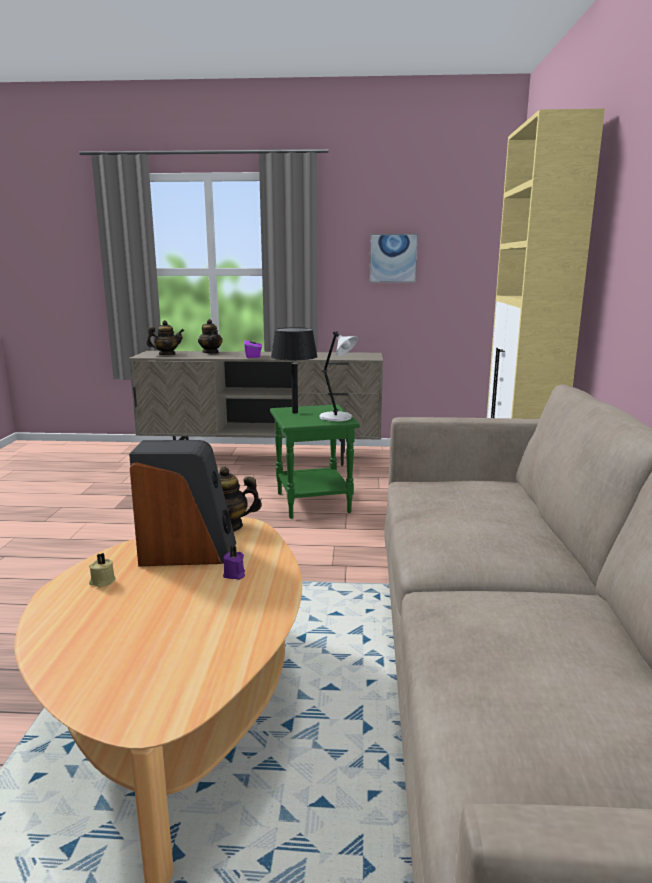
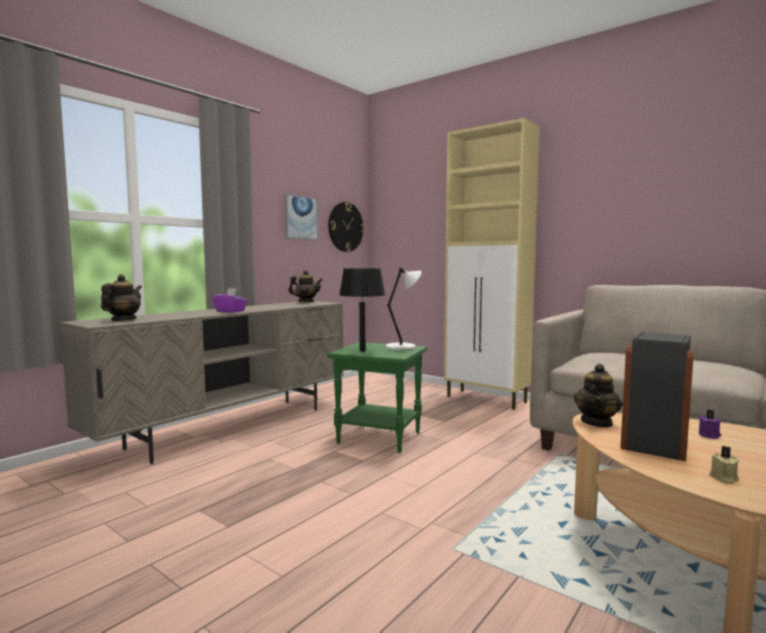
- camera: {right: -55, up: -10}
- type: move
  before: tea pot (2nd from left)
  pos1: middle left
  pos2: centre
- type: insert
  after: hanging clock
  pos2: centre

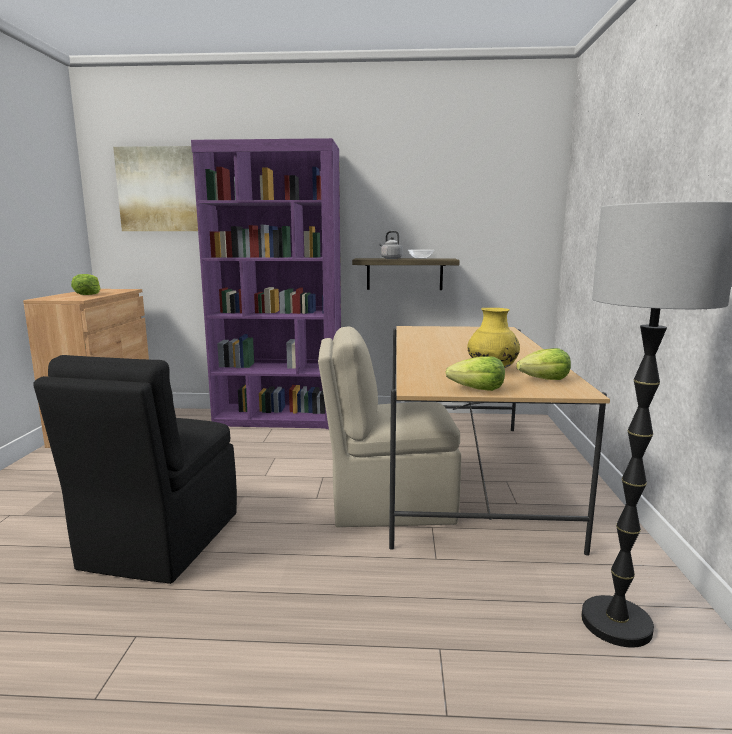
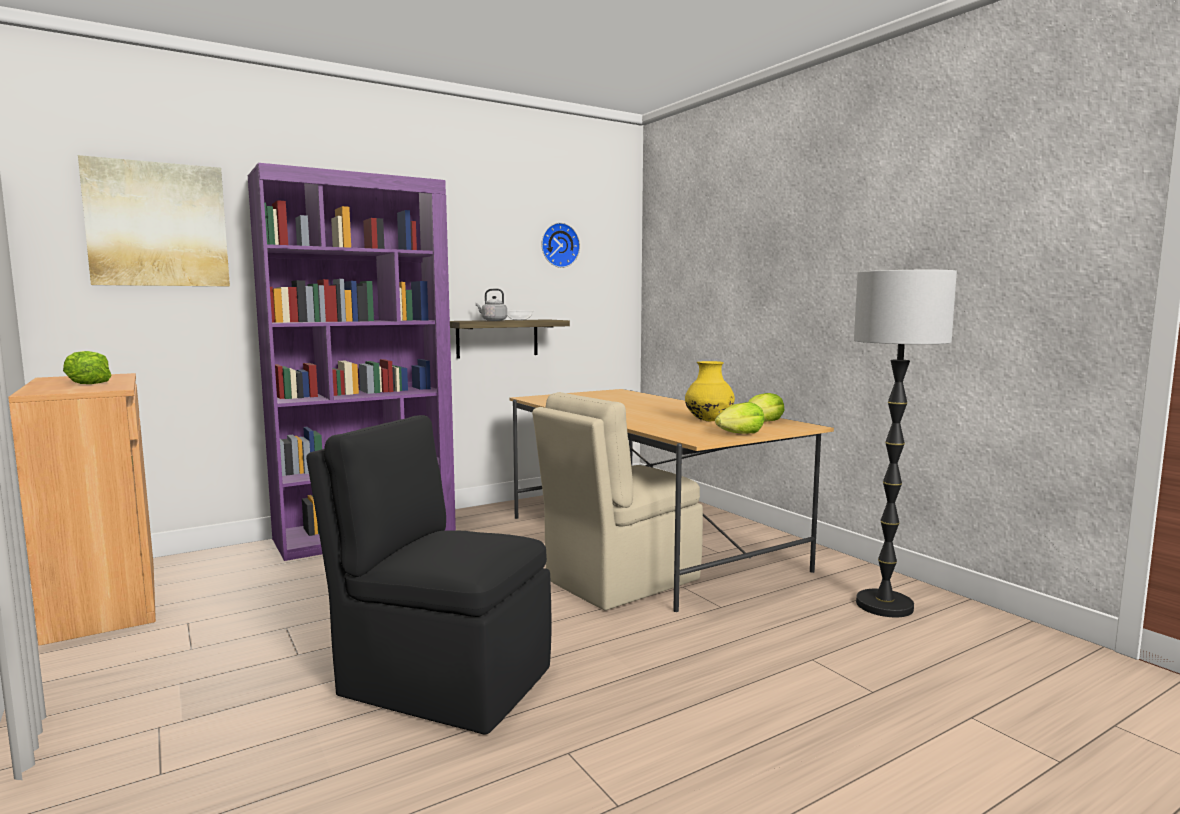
- camera: {right: -35, up: -5}
- type: rotate
  before: blackish plain chair
  pos1: middle left
  pos2: bottom centre
  turn: 135
- type: insert
  after: hanging clock
  pos2: top centre

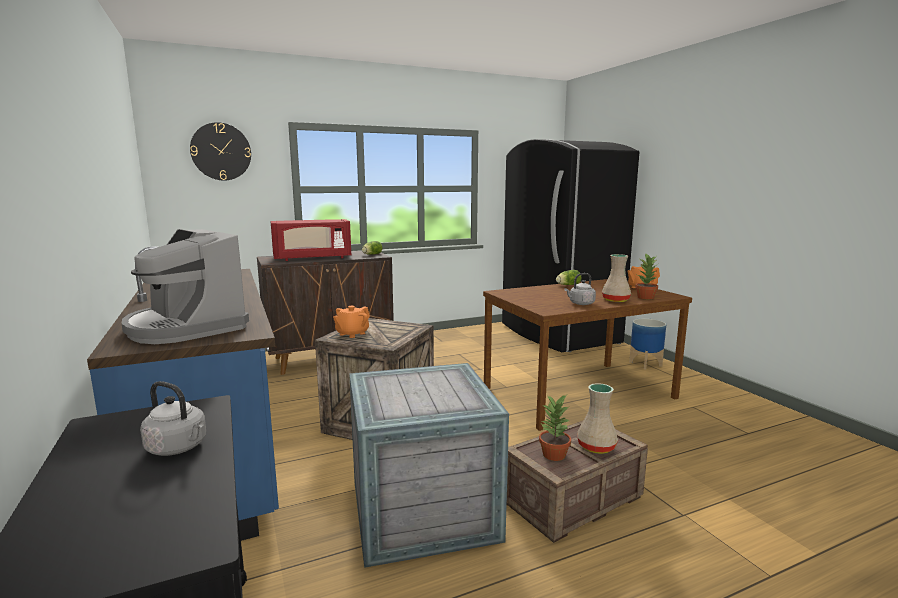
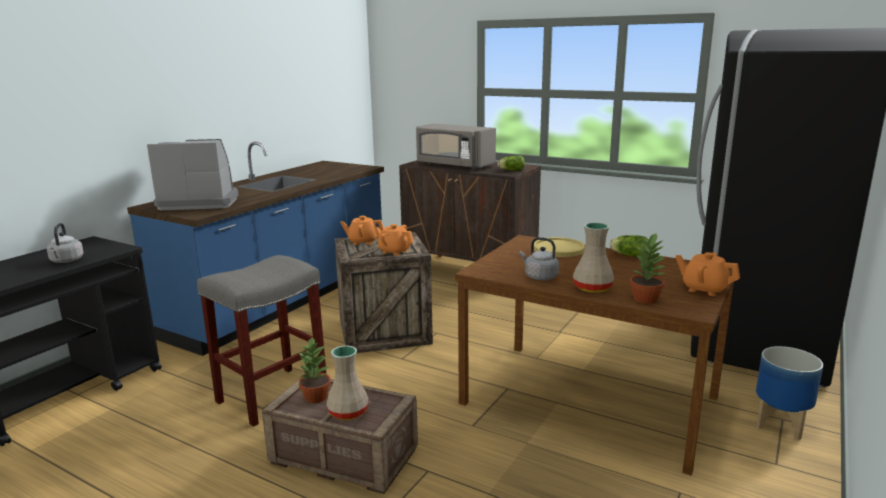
- camera: {right: 55, up: 5}
- type: delete
  before: hanging clock
  pos1: top left
- type: recolor
  before: red-coloured microwave oven
  after: grey microwave oven
  pos1: centre
  pos2: top centre
- type: rotate
  before: coffee machine
  pos1: middle left
  pos2: middle left
  turn: 75
- type: replace
  before: shipping crate (2nd from left)
  after: grey stool
  pos1: bottom centre
  pos2: bottom left
- type: insert
  after: orange tea pot (2nd from left)
  pos2: centre
- type: insert
  after: yellowish flat dish
  pos2: centre

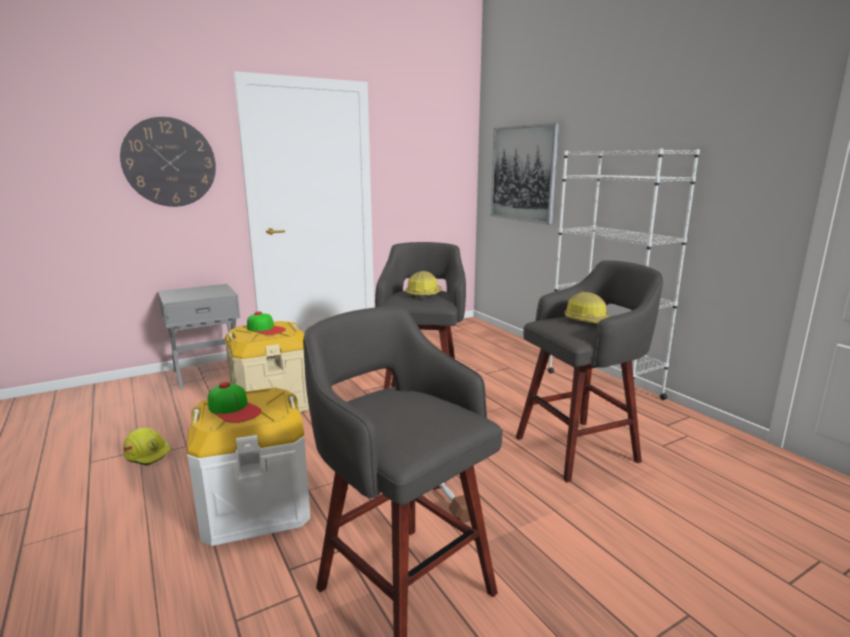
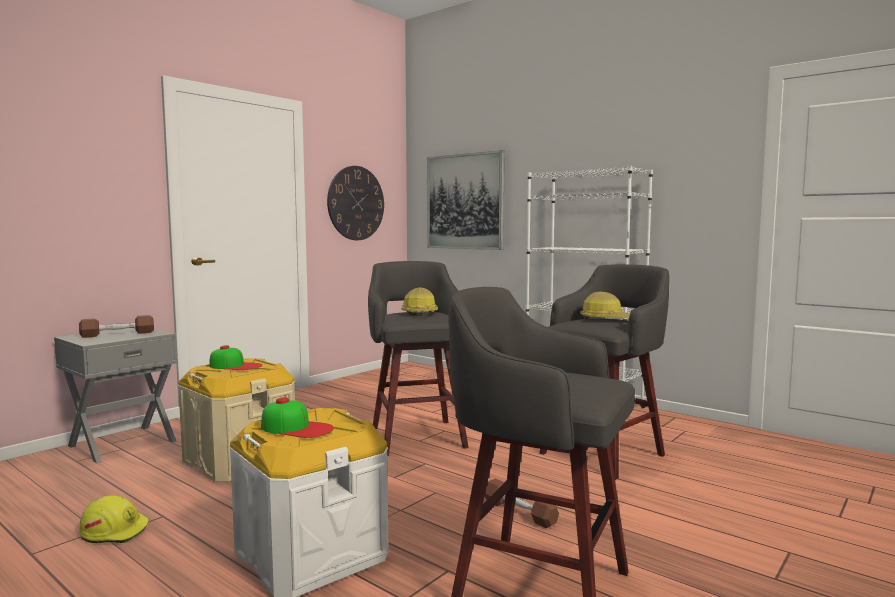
- camera: {right: -20, up: -10}
- type: move
  before: hanging clock
  pos1: top left
  pos2: centre
- type: insert
  after: brown-coloured free weight (1st from left)
  pos2: middle left

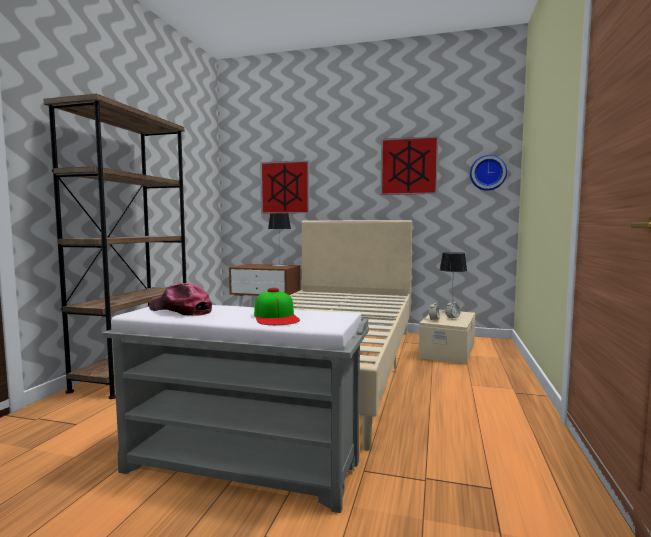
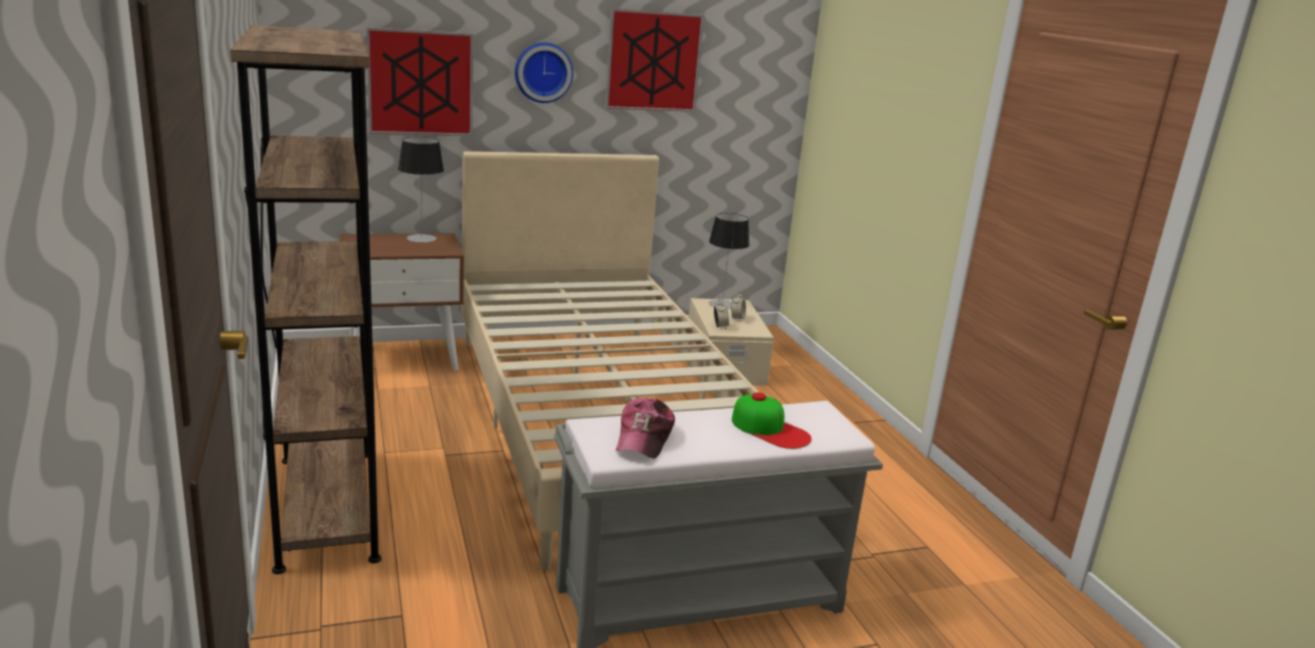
- camera: {right: -35, up: 15}
- type: move
  before: hanging clock
  pos1: top right
  pos2: top centre
- type: rotate
  before: cap (1st from left)
  pos1: middle left
  pos2: centre
  turn: -75

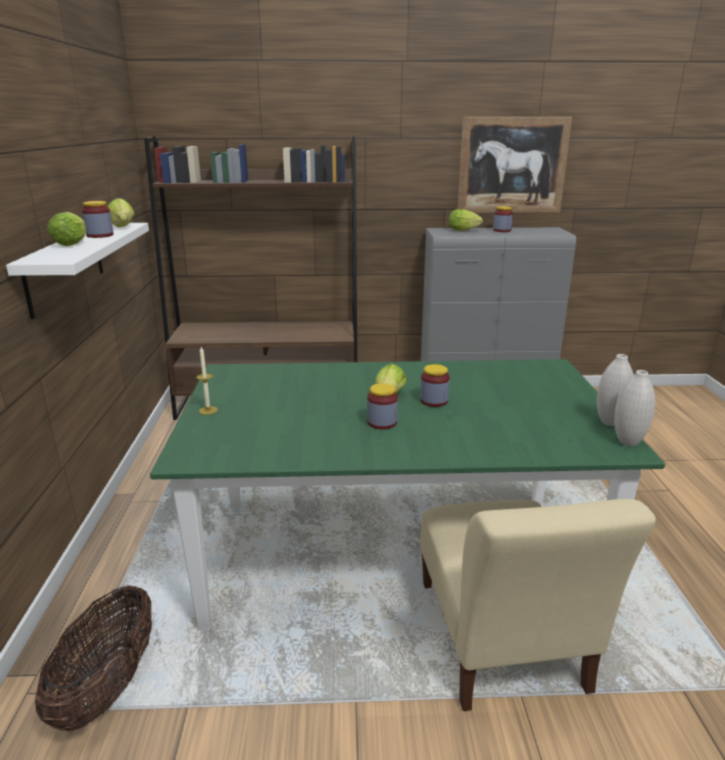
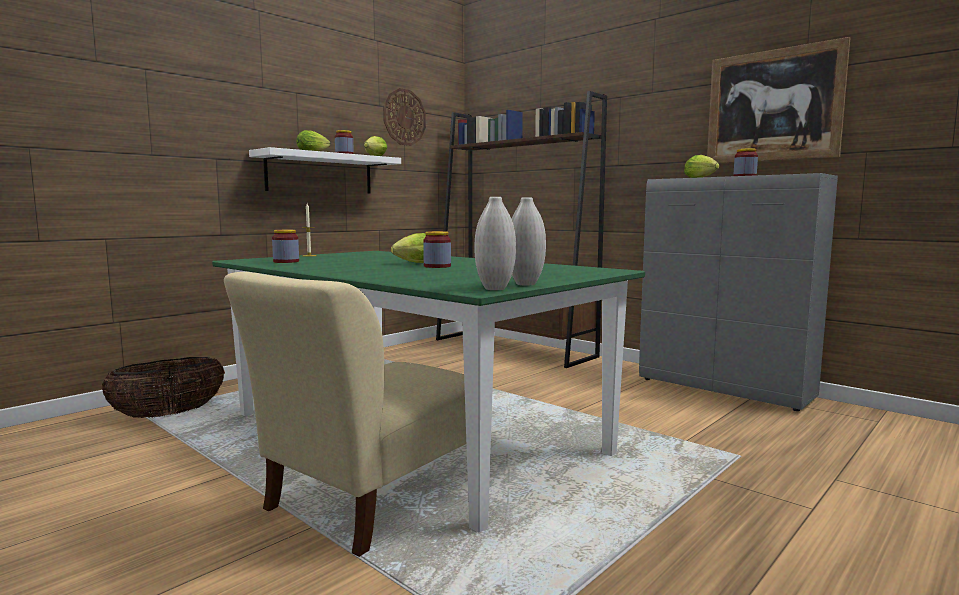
- camera: {right: 45, up: -15}
- type: move
  before: storage jar (2nd from left in the first image)
  after: storage jar (1st from left)
  pos1: centre
  pos2: middle left
- type: insert
  after: hanging clock
  pos2: top centre

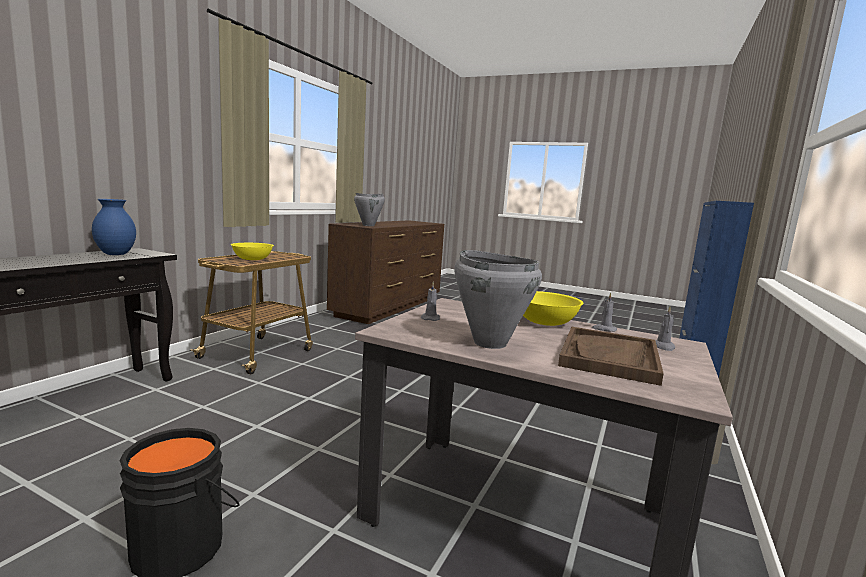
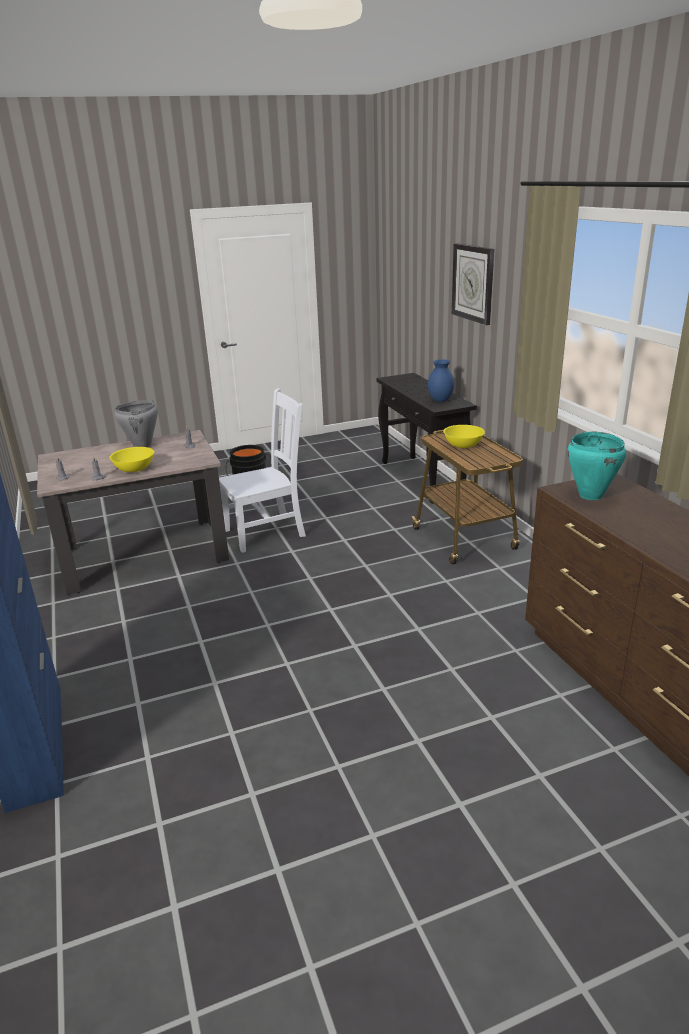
- camera: {right: 135, up: 15}
- type: recolor
  before: grey saucepot (1st from left)
  after: blue-green saucepot
  pos1: centre
  pos2: middle right
- type: delete
  before: brown-coloured tray
  pos1: middle right
- type: insert
  after: hanging clock
  pos2: top right
- type: insert
  after: white-coloured plain chair
  pos2: centre

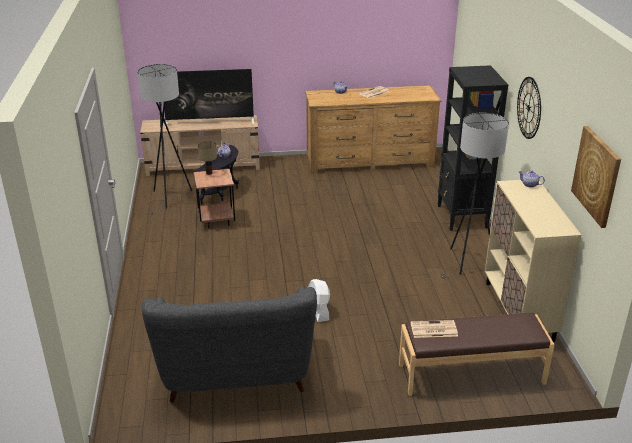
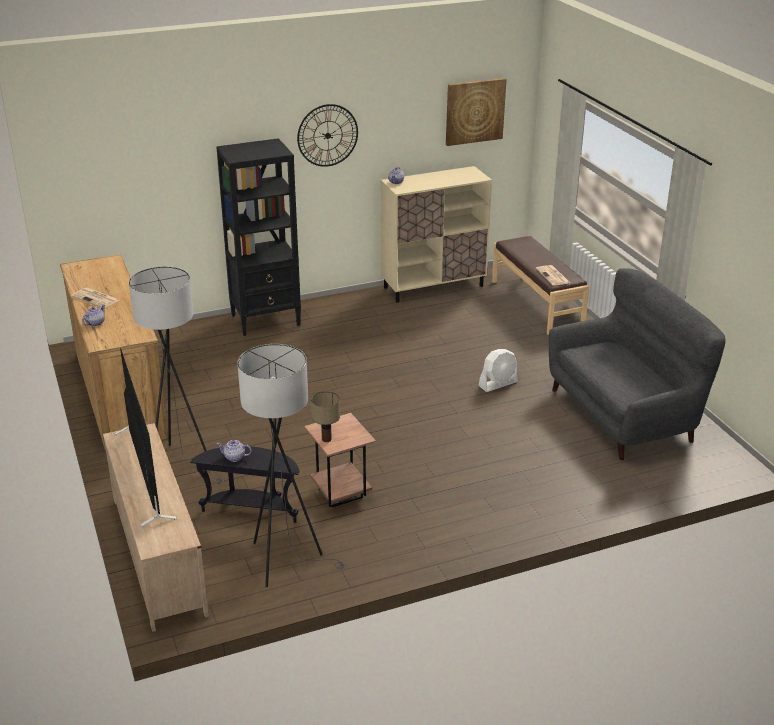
- camera: {right: -105, up: 0}
- type: move
  before: grey standing lamp (2nd from left in the first image)
  after: grey standing lamp (1st from left)
  pos1: middle right
  pos2: middle left

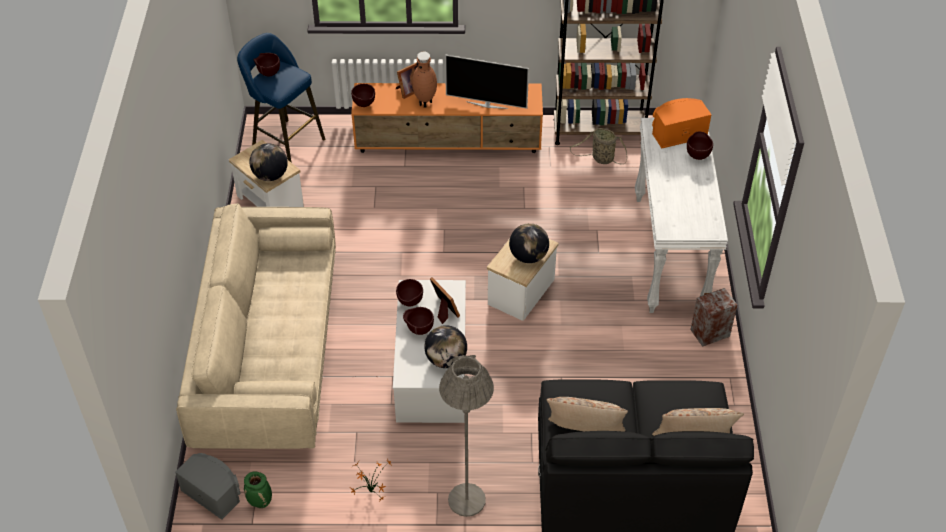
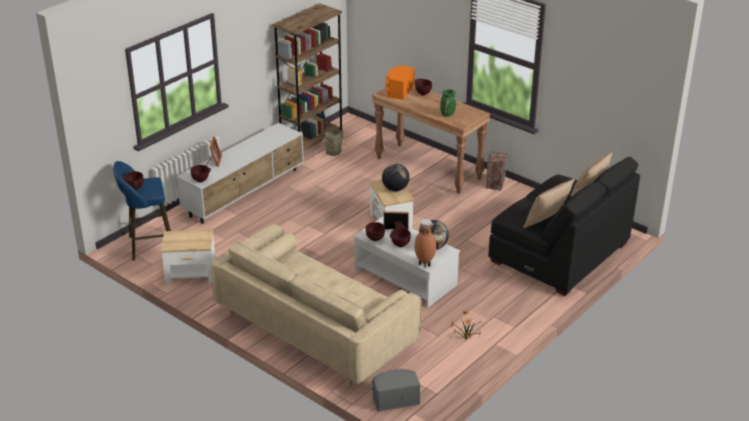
- camera: {right: -50, up: -15}
- type: move
  before: brown-coloured decorative vase
  pos1: top centre
  pos2: centre
- type: delete
  before: TV set
  pos1: top centre
- type: recolor
  before: orange tv unit
  after: white-coloured tv unit
  pos1: top centre
  pos2: middle left
- type: recolor
  before: white-coloured console table
  after: brown-coloured console table
  pos1: middle right
  pos2: top centre
- type: delete
  before: desk globe (1st from left)
  pos1: top left
- type: delete
  before: grey standing lamp
  pos1: bottom centre
- type: move
  before: green decorative vase
  pos1: bottom left
  pos2: top centre

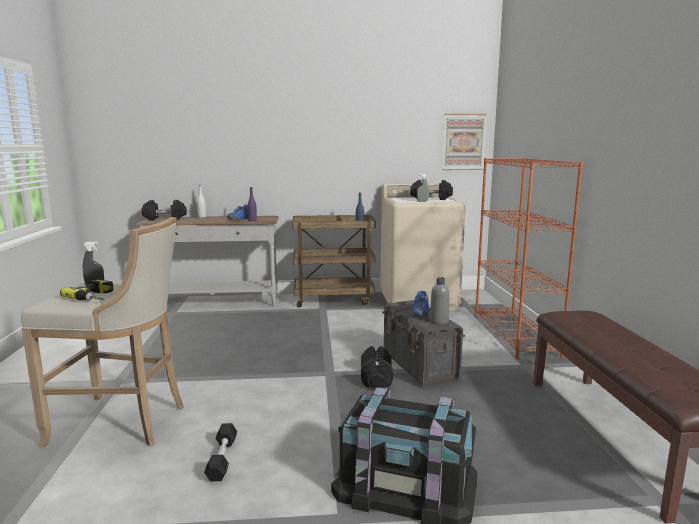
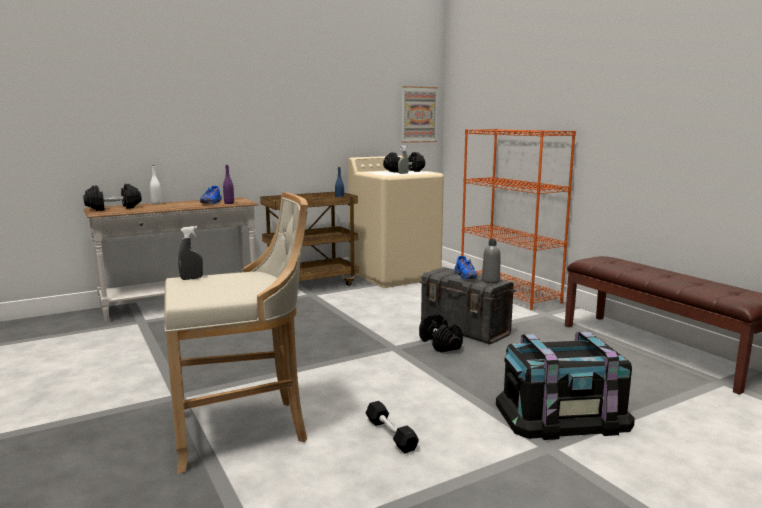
- camera: {right: -25, up: 0}
- type: delete
  before: electric drill
  pos1: middle left

